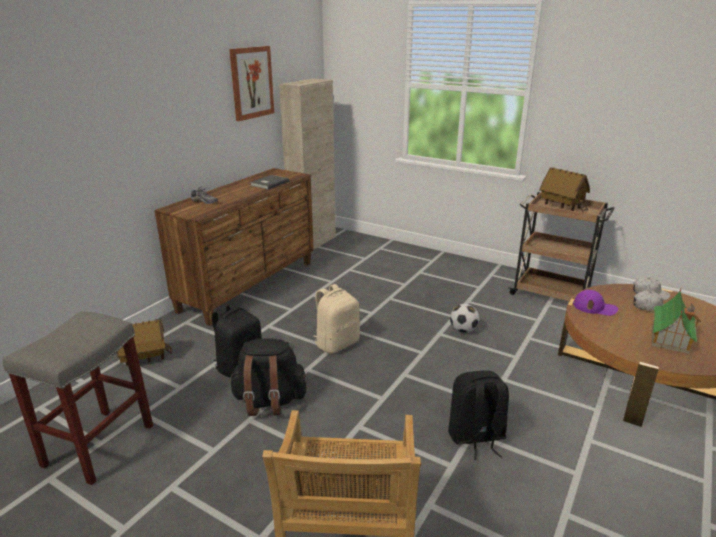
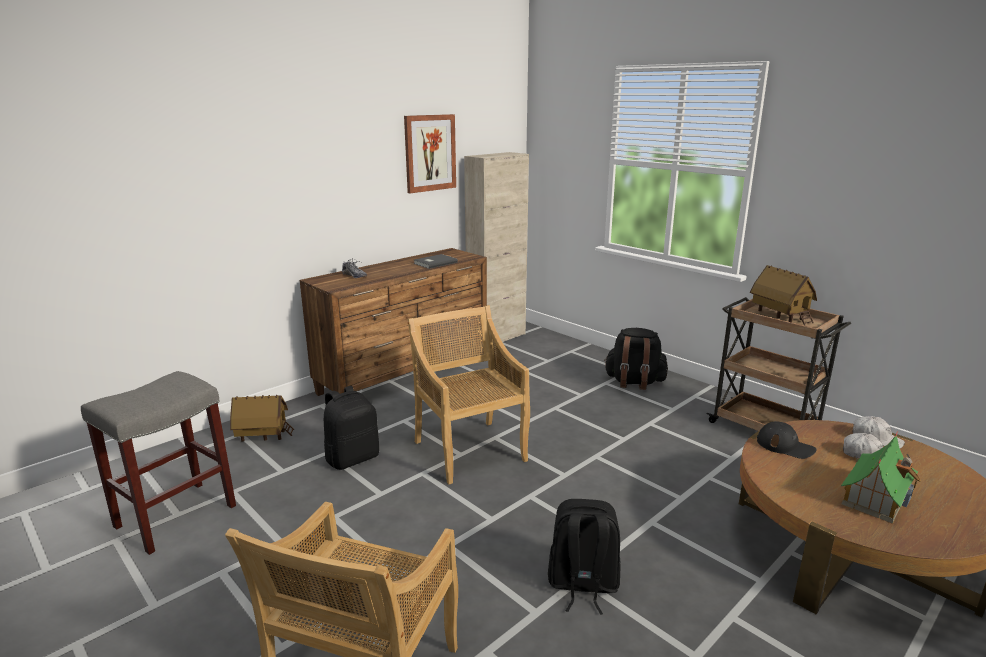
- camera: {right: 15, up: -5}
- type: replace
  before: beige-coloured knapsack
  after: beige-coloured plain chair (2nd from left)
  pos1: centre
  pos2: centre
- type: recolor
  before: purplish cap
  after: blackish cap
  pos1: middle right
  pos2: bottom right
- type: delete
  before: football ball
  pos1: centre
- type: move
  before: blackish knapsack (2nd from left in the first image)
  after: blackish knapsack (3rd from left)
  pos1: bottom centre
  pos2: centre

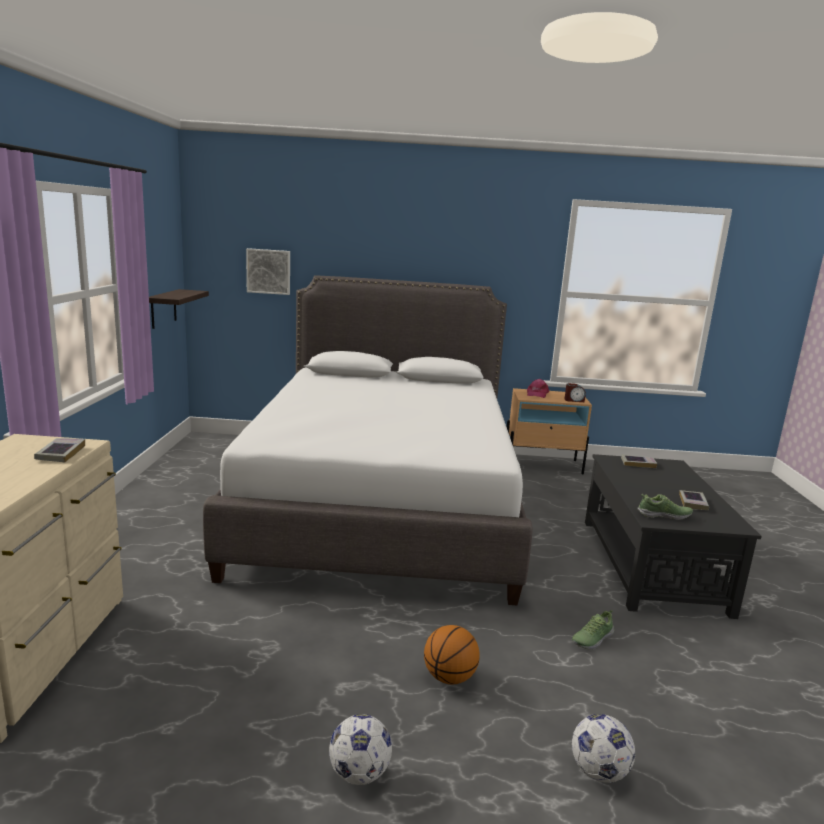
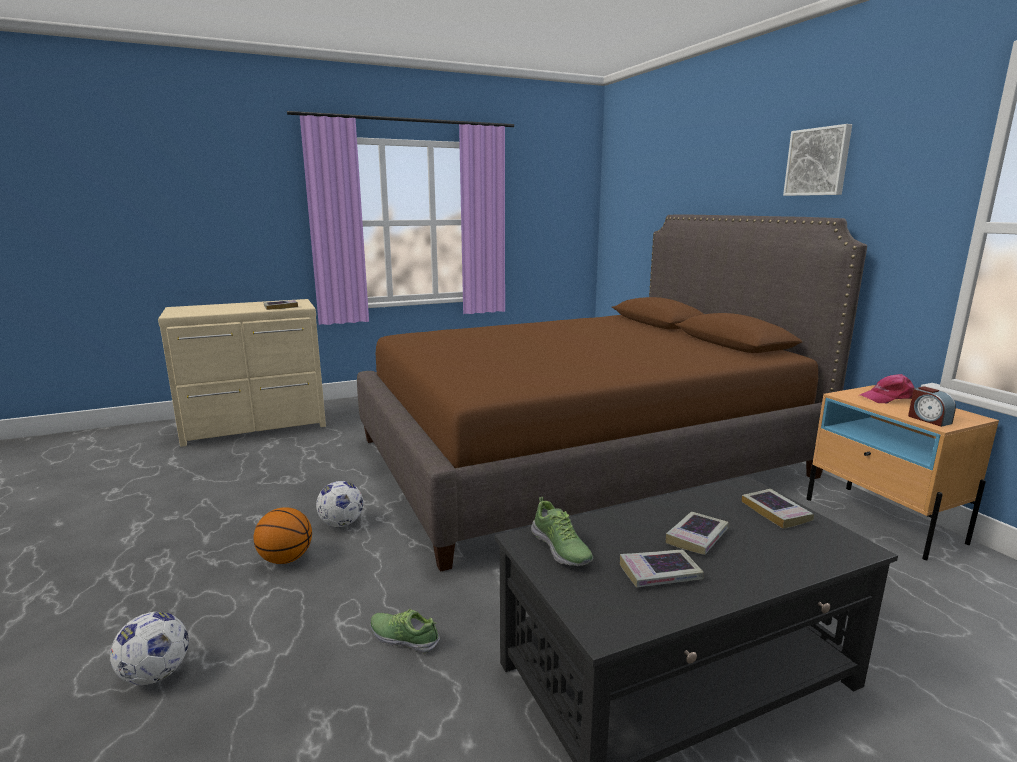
- camera: {right: 65, up: 0}
- type: move
  before: wall picture
  pos1: top left
  pos2: top right
- type: recolor
  before: white-coloured bed
  after: brown-coloured bed
  pos1: centre
  pos2: centre
- type: delete
  before: shelf
  pos1: middle left
- type: move
  before: football ball (1st from left in the first image)
  after: football ball (2nd from left)
  pos1: bottom centre
  pos2: centre
- type: insert
  after: bound book (3rd from left)
  pos2: bottom right

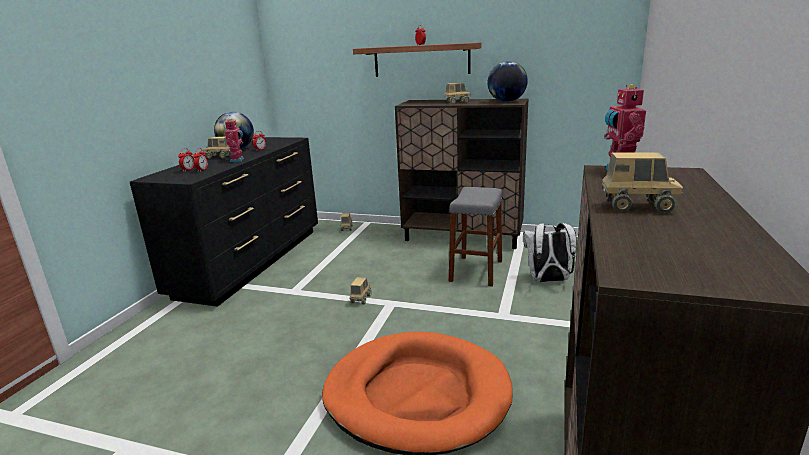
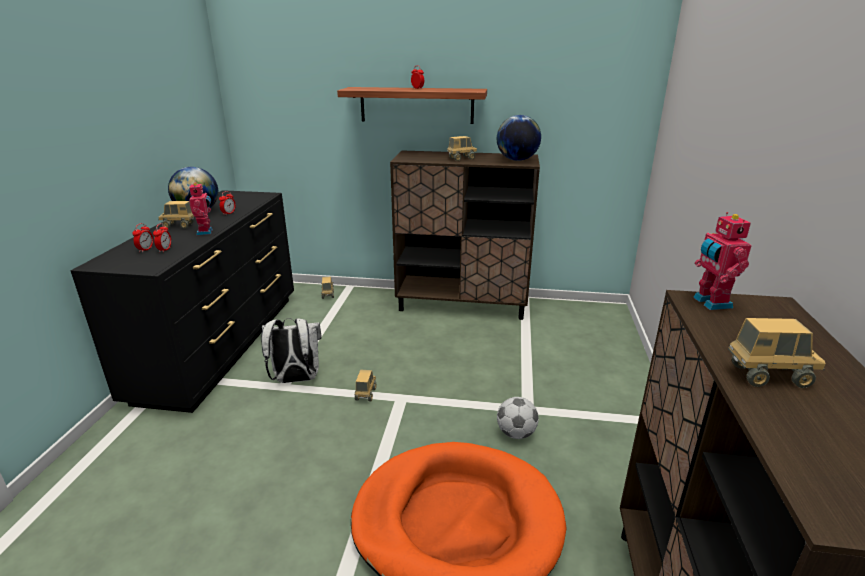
- camera: {right: -10, up: 5}
- type: delete
  before: grey stool
  pos1: centre
- type: move
  before: white-coloured knapsack
  pos1: middle right
  pos2: centre
- type: insert
  after: football ball
  pos2: bottom centre

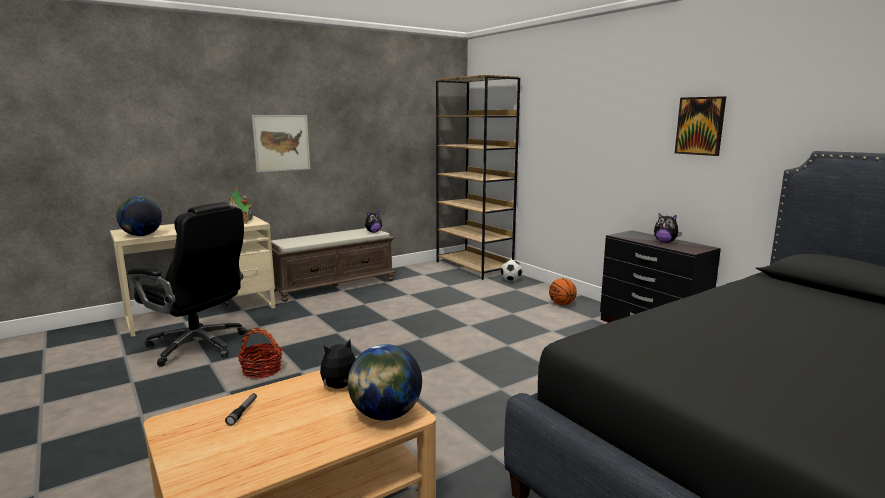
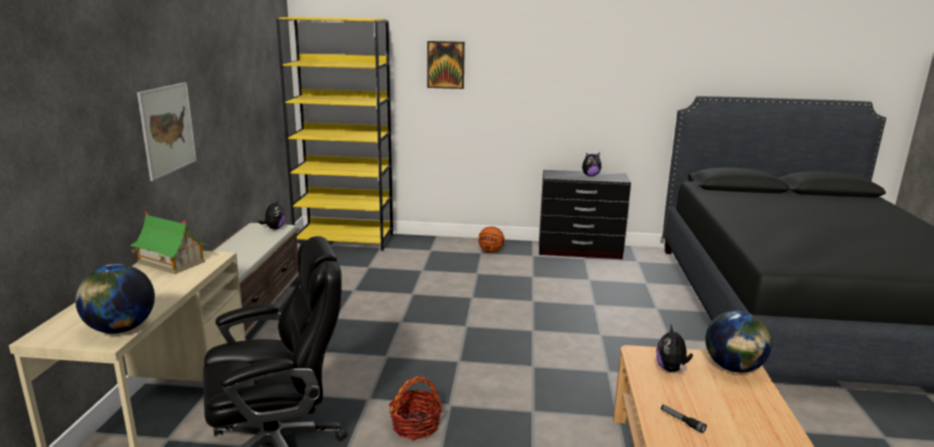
- camera: {right: -50, up: 5}
- type: recolor
  before: brown-coloured bookcase
  after: yellowish bookcase
  pos1: centre
  pos2: top centre
- type: move
  before: wall picture (2nd from left)
  pos1: top right
  pos2: top centre
- type: delete
  before: football ball
  pos1: centre

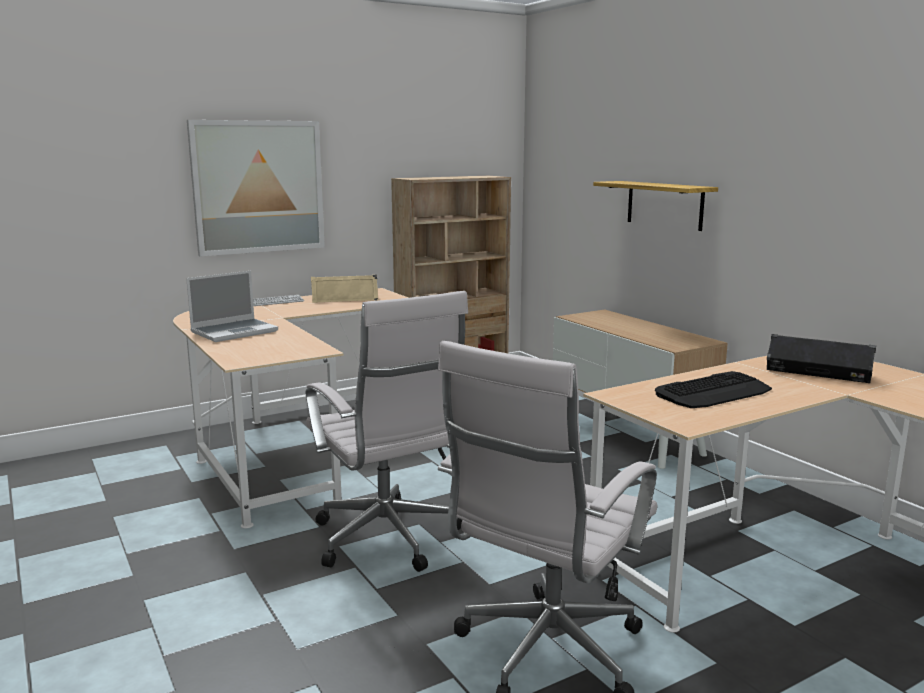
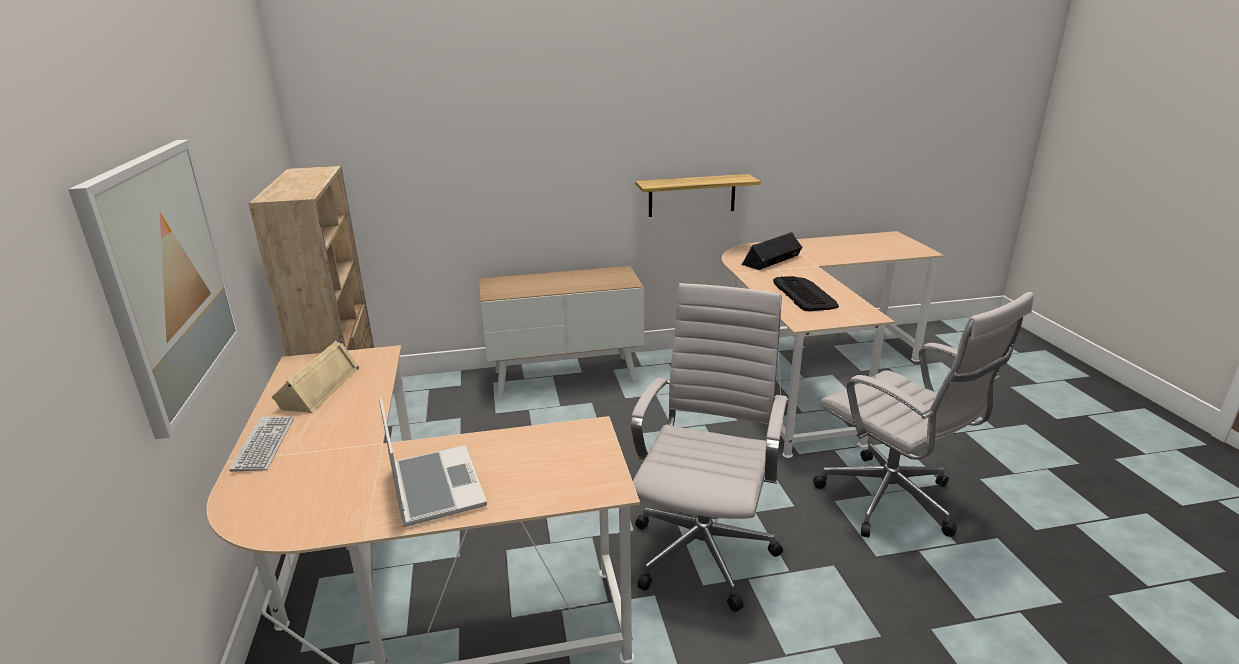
- camera: {right: -70, up: 10}
- type: move
  before: shelf
  pos1: top right
  pos2: top centre
- type: rotate
  before: white-coloured office chair (1st from left)
  pos1: centre
  pos2: bottom centre
  turn: -60

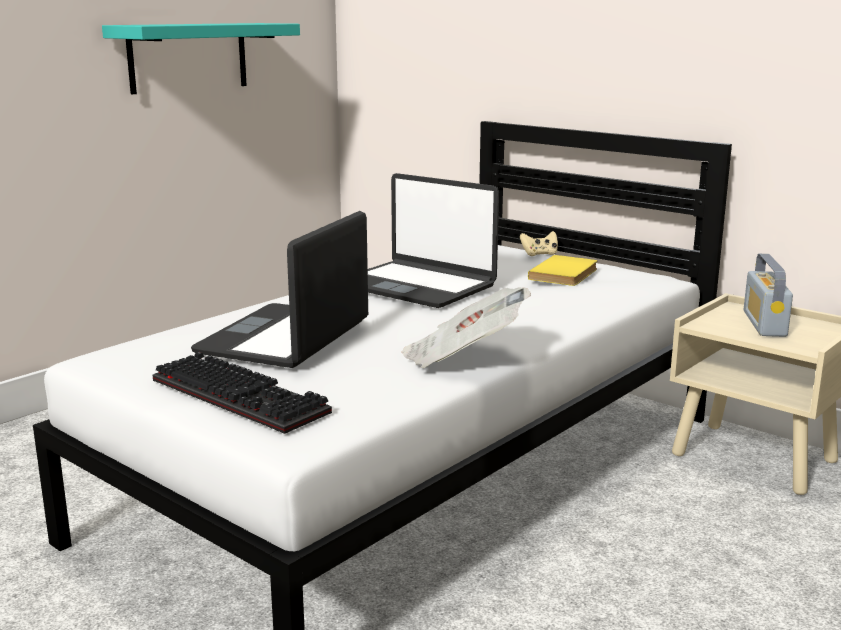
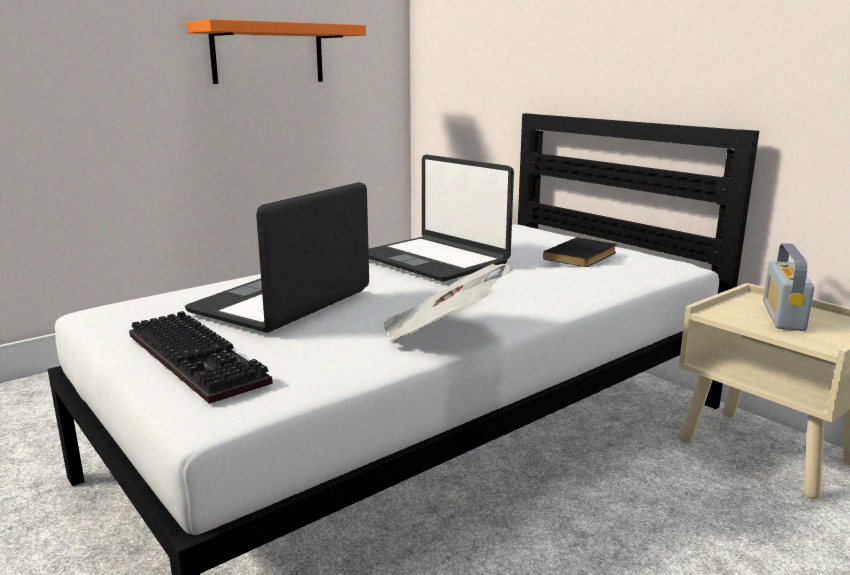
- camera: {right: 10, up: 0}
- type: recolor
  before: blue-green shelf
  after: orange shelf
  pos1: top left
  pos2: top left
- type: delete
  before: beige-coloured gamepad
  pos1: centre
- type: recolor
  before: yellowish bound book
  after: blackish bound book
  pos1: middle right
  pos2: middle right

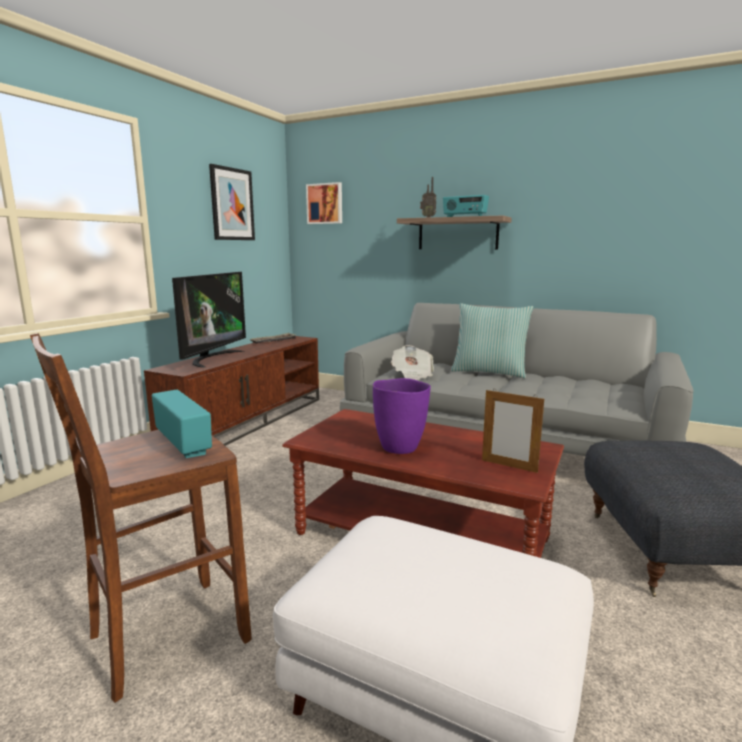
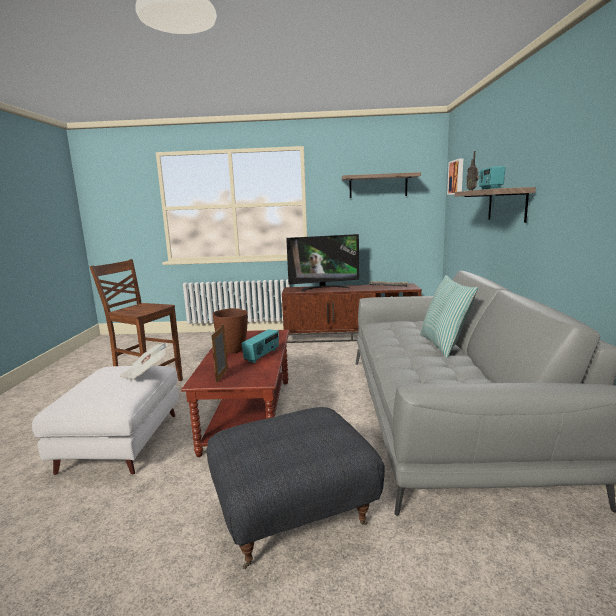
- camera: {right: 65, up: 0}
- type: replace
  before: wall picture (1st from left)
  after: shelf (1st from left)
  pos1: top left
  pos2: top centre
- type: move
  before: newspaper
  pos1: centre
  pos2: middle left
- type: recolor
  before: purplish decorative vase
  after: brown-coloured decorative vase
  pos1: centre
  pos2: centre
- type: move
  before: radio set (1st from left)
  pos1: middle left
  pos2: centre

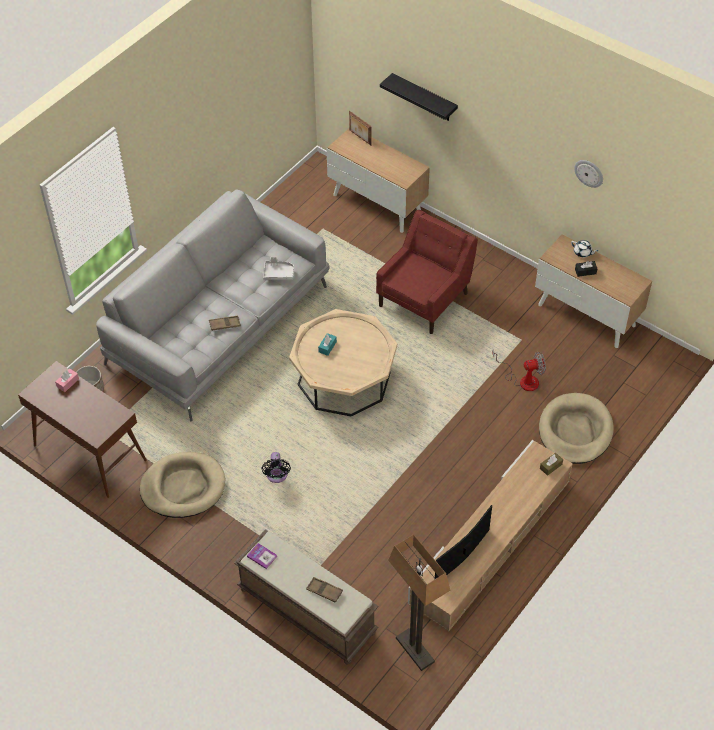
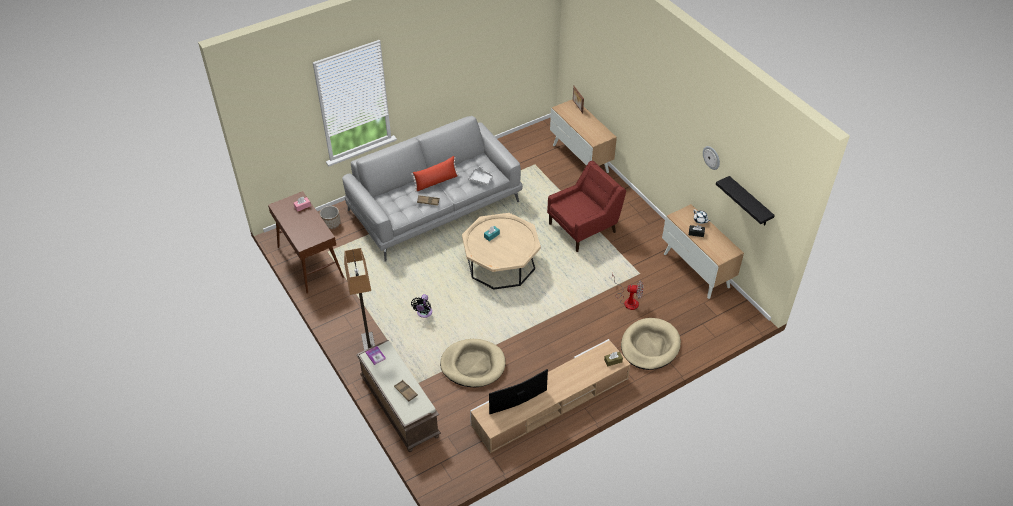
- camera: {right: 20, up: -5}
- type: move
  before: blackish shelf
  pos1: top centre
  pos2: middle right
- type: move
  before: beige-coloured dog bed (1st from left)
  pos1: middle left
  pos2: bottom centre
- type: move
  before: standing lamp
  pos1: bottom centre
  pos2: centre
- type: insert
  after: red-coloured pillow
  pos2: centre

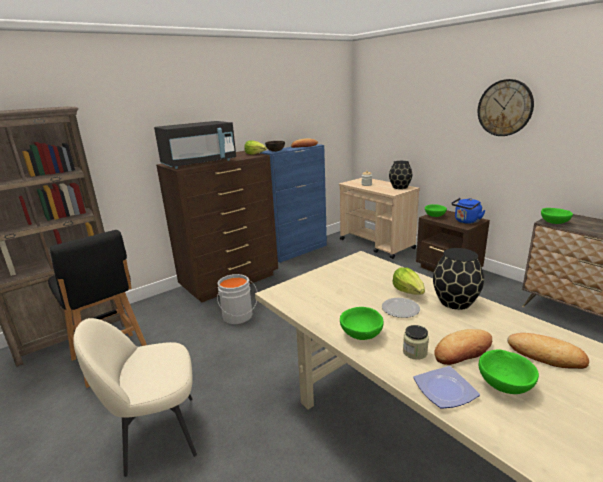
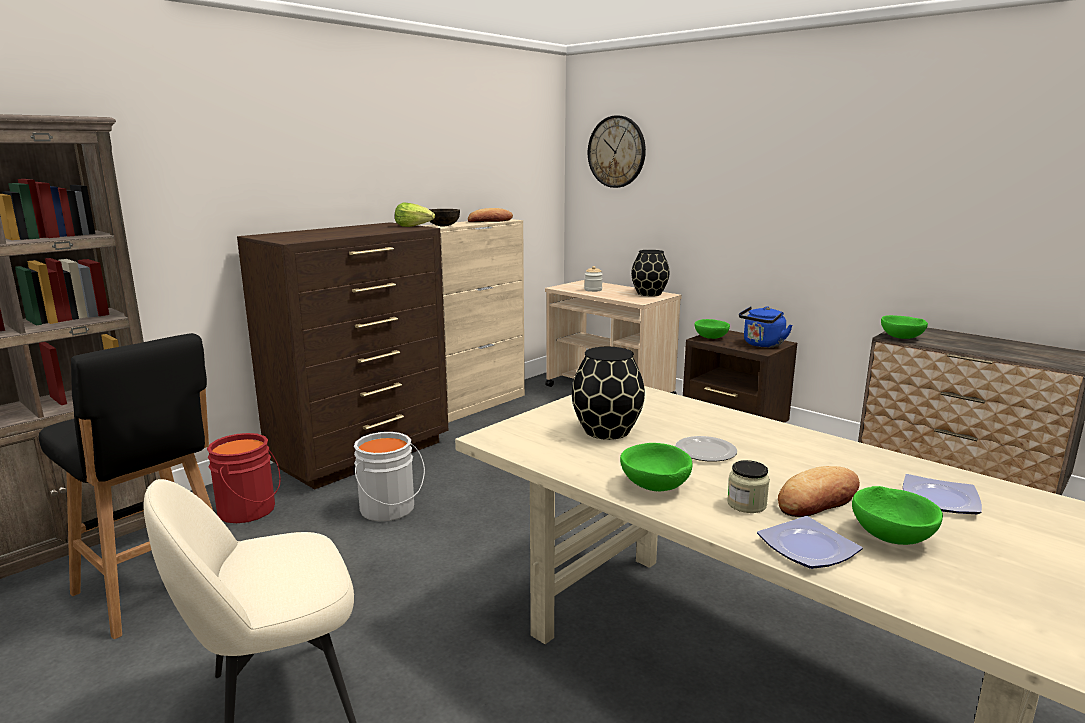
- camera: {right: -10, up: -5}
- type: move
  before: hanging clock
  pos1: top right
  pos2: top centre
- type: delete
  before: blackish microwave oven
  pos1: top left
- type: recolor
  before: bluish cabinet
  after: beige-coloured cabinet
  pos1: centre
  pos2: centre
- type: move
  before: blackish decorative vase (2nd from left in the first image)
  after: blackish decorative vase (1st from left)
  pos1: middle right
  pos2: centre
- type: delete
  before: lettuce (2nd from left)
  pos1: middle right
- type: replace
  before: baked bread (3rd from left)
  after: flat dish (3rd from left)
  pos1: bottom right
  pos2: bottom right
- type: insert
  after: red-coloured pail
  pos2: middle left

